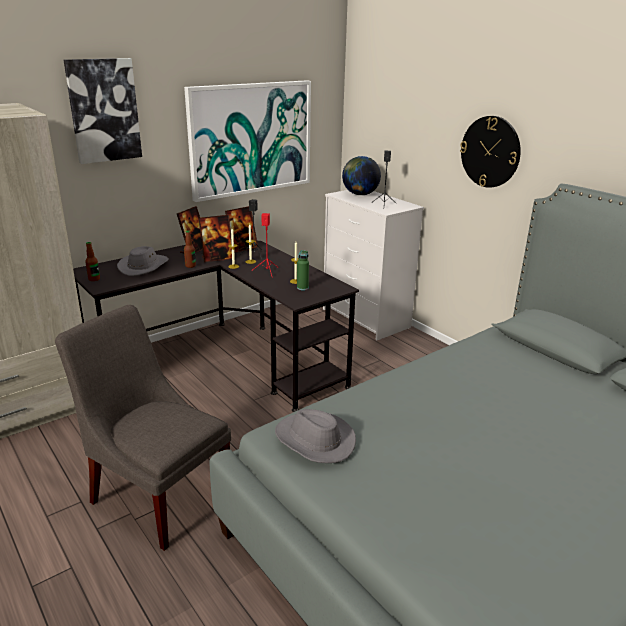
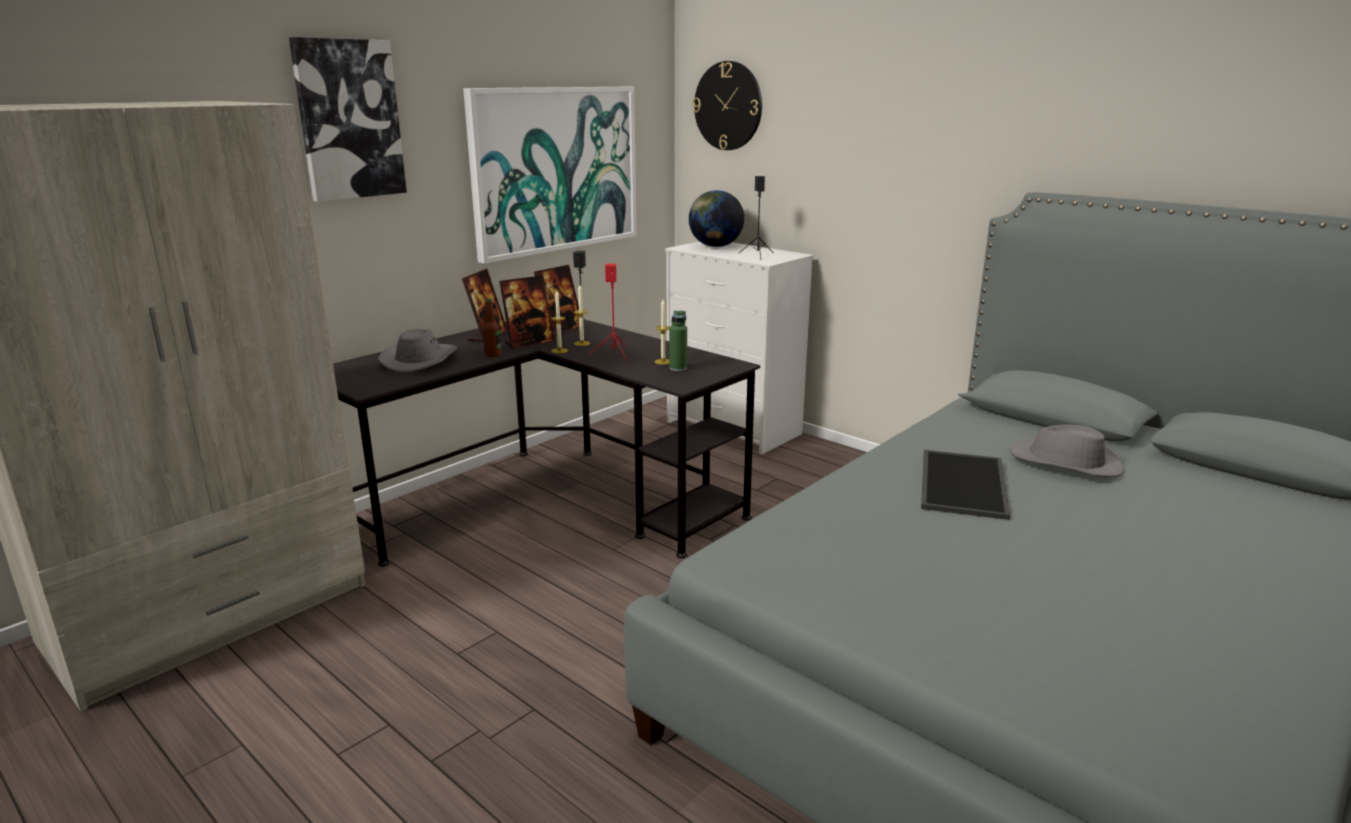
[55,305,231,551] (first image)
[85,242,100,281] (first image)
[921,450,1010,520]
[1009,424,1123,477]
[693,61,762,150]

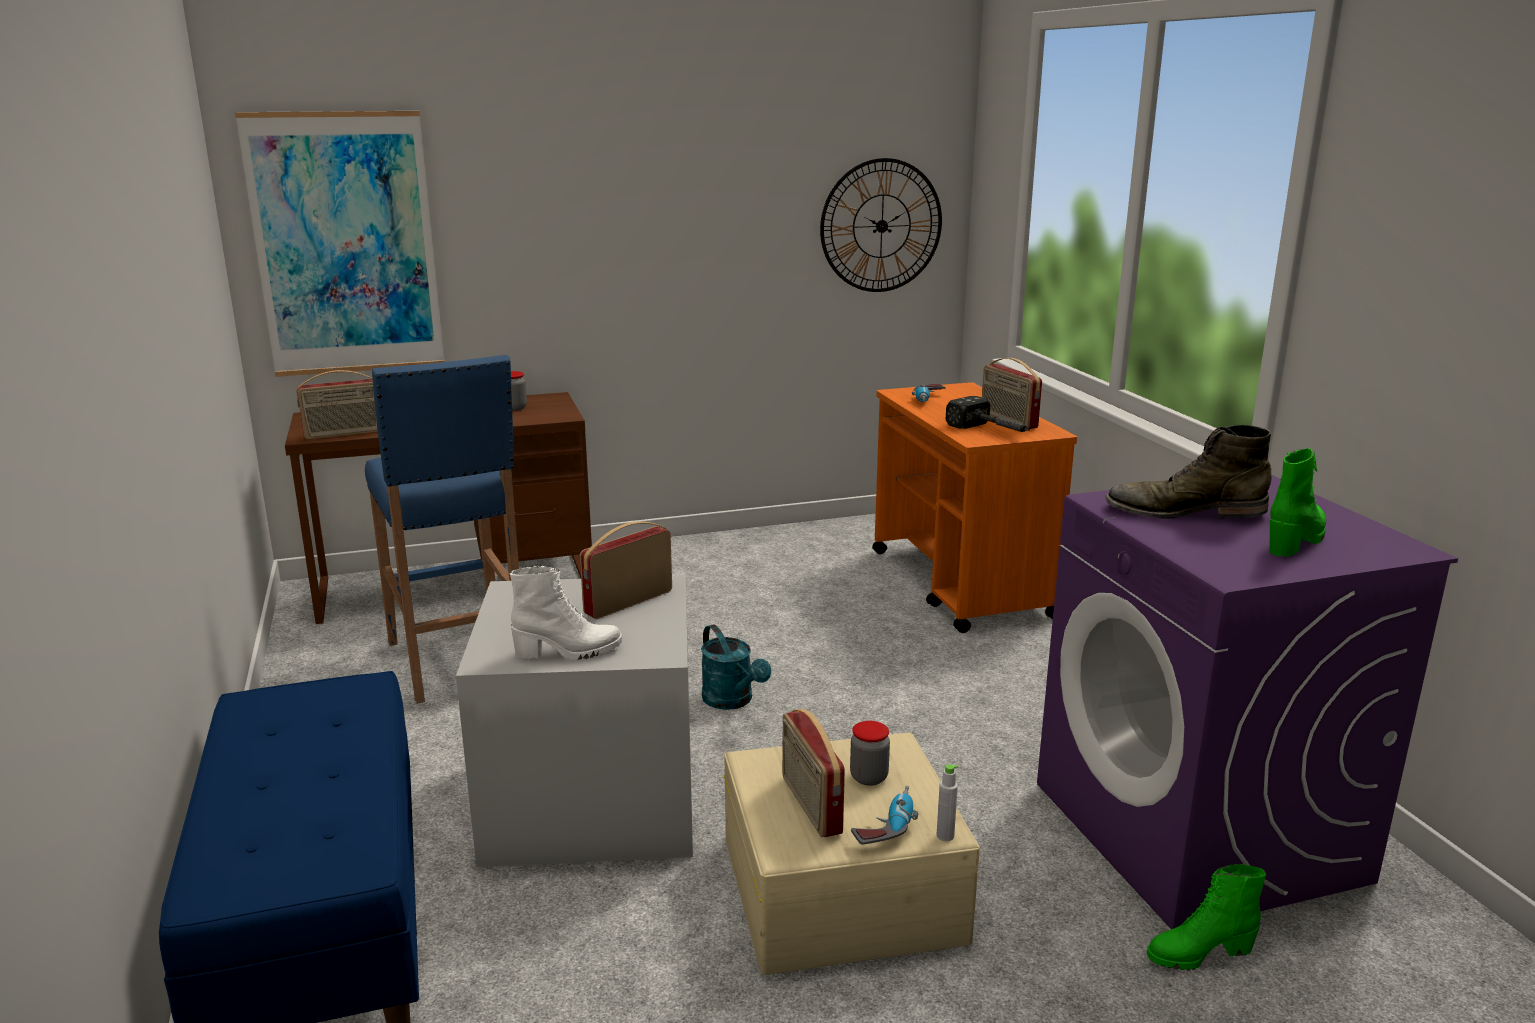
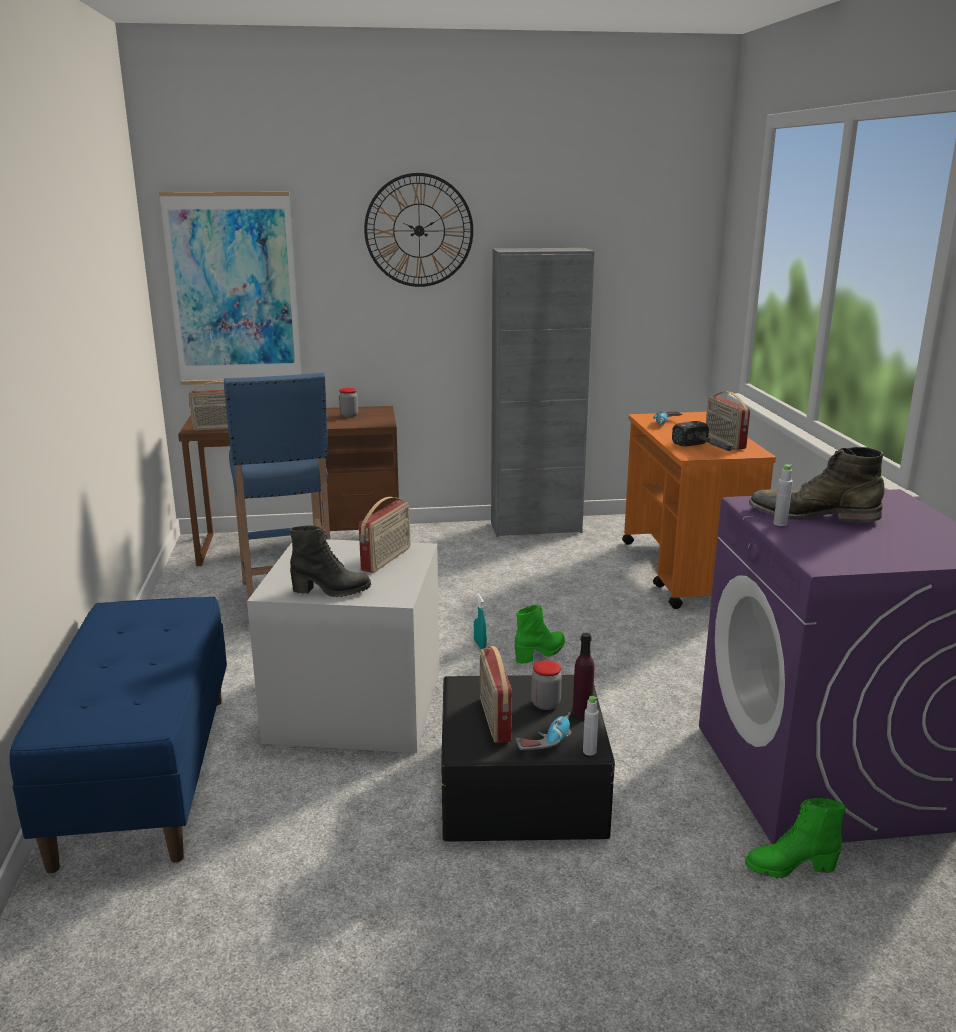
[491,248,594,537]
[573,633,594,718]
[774,464,793,526]
[364,173,473,287]
[514,605,565,664]
[474,593,487,649]
[290,525,371,597]
[441,675,615,841]
[359,497,410,573]

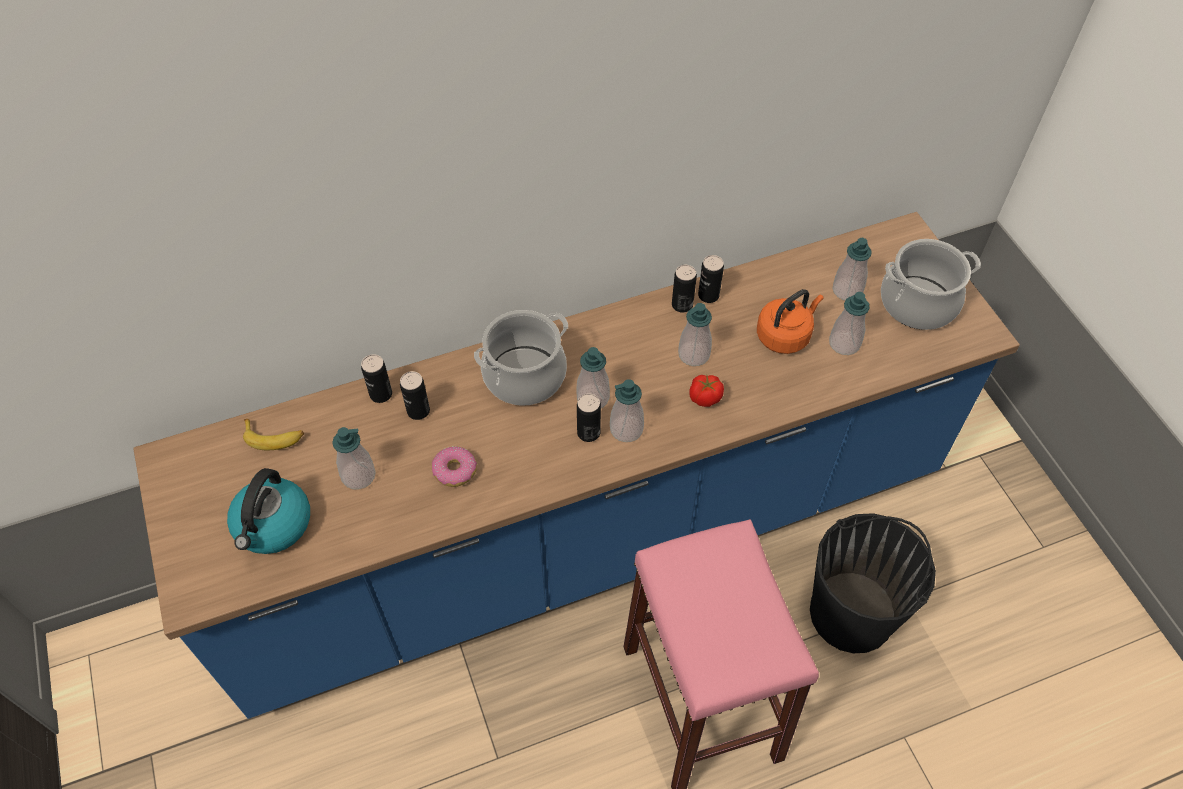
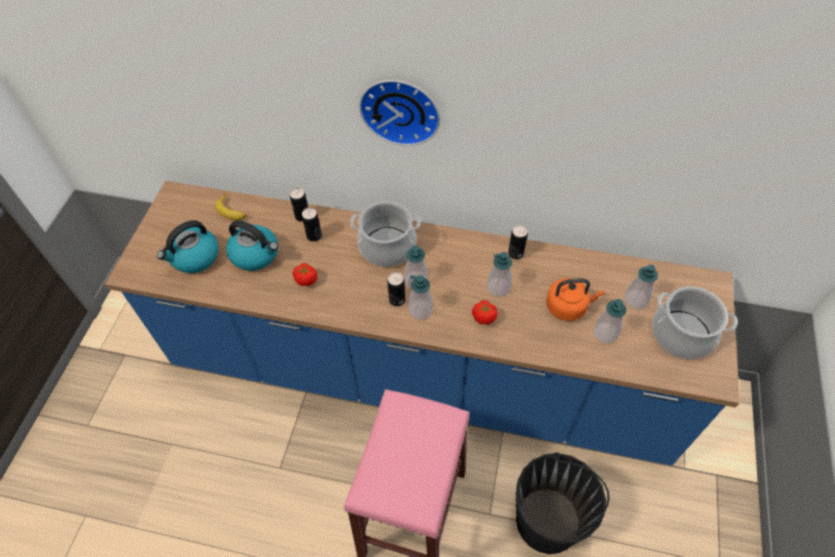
[698,255,724,303] (first image)
[359,80,440,146]
[226,220,278,271]
[293,263,318,286]

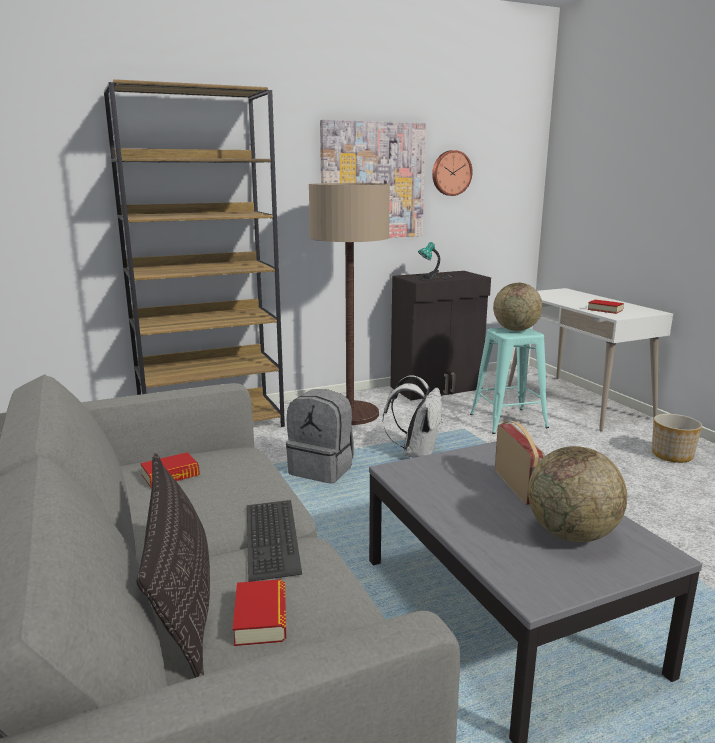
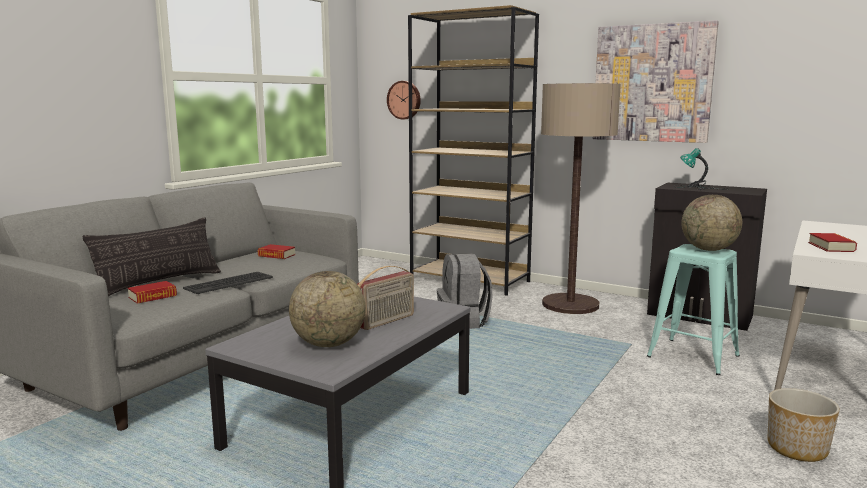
[383,375,442,458] (first image)
[387,81,421,119]

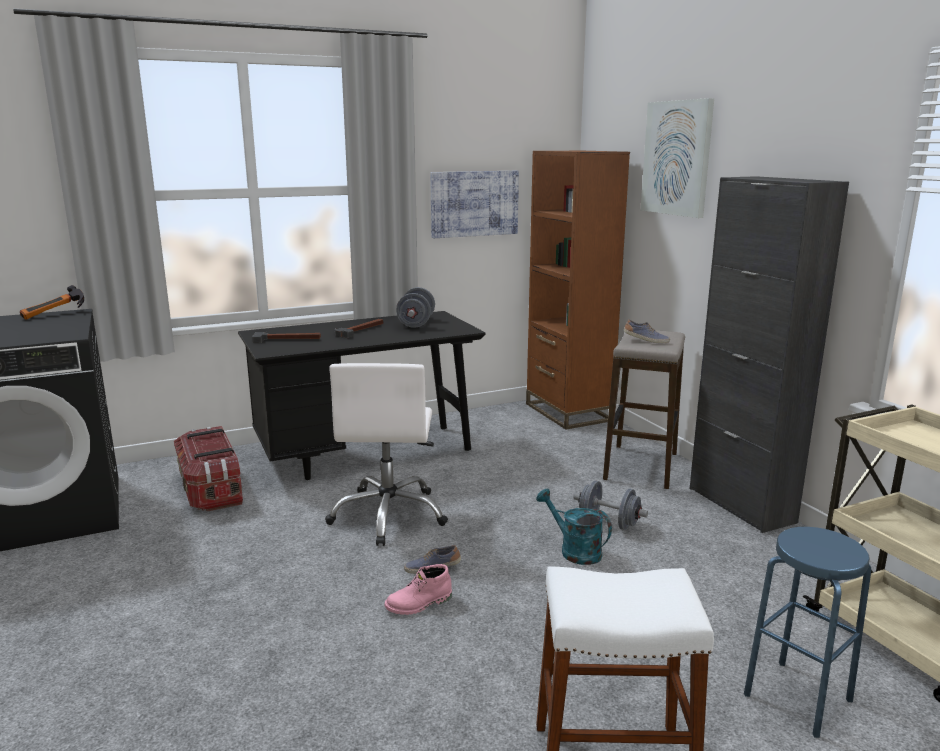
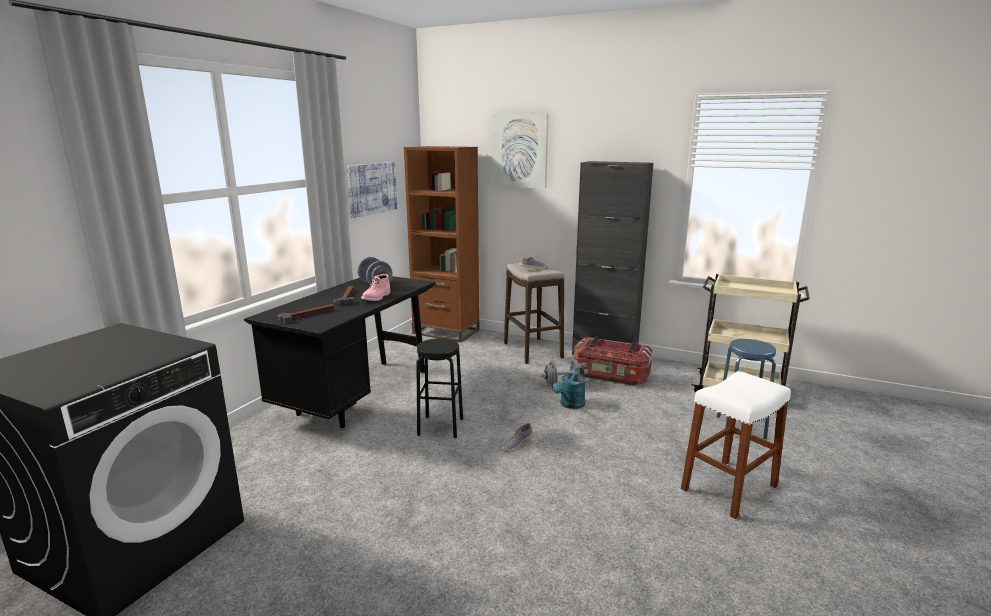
[20,285,84,320] (first image)
[574,337,653,386]
[361,274,391,301]
[416,338,463,438]
[552,367,586,409]

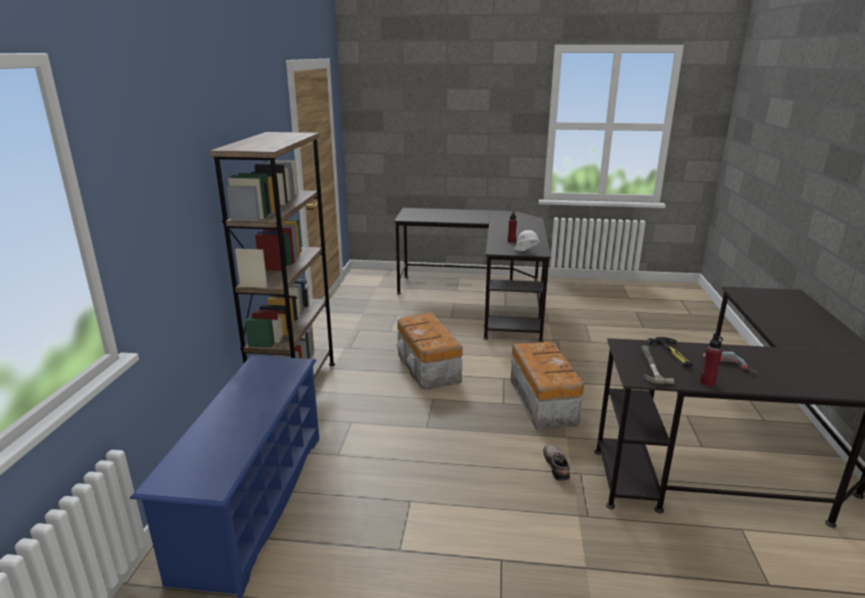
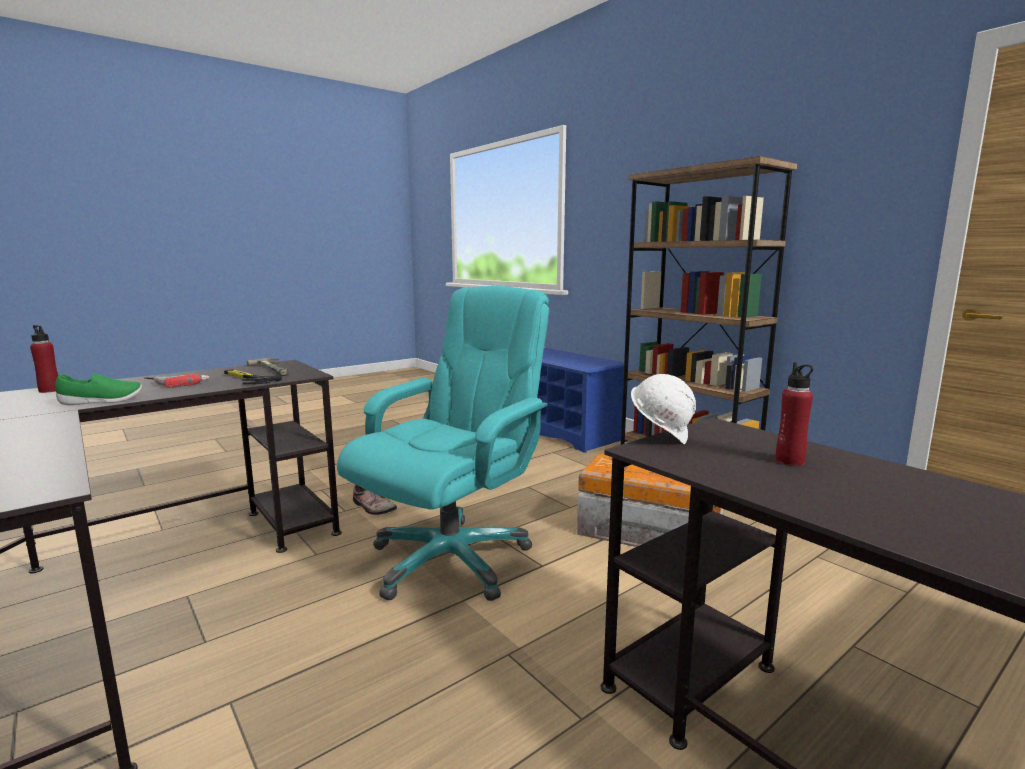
[55,373,142,405]
[30,325,58,393]
[337,286,549,601]

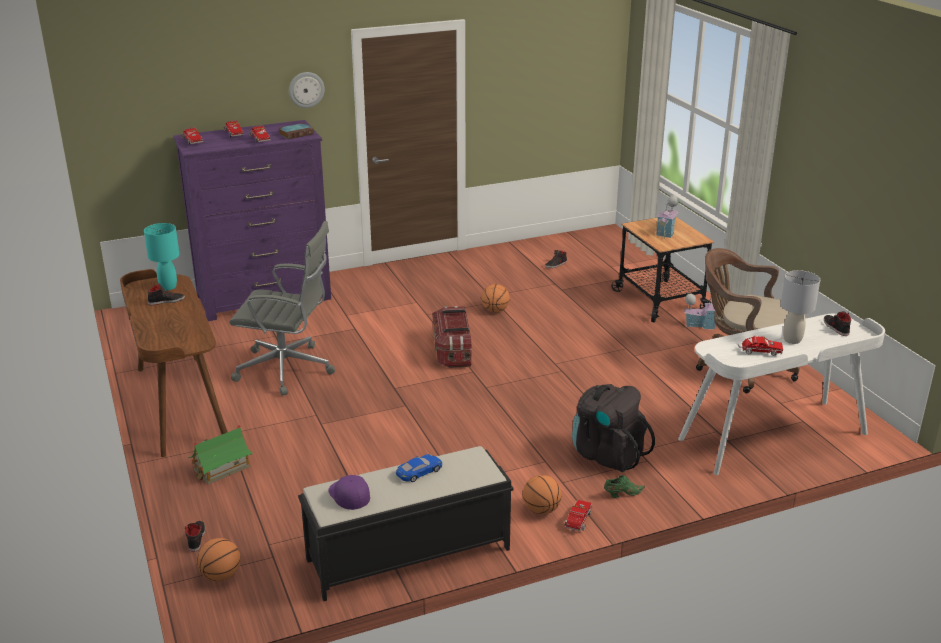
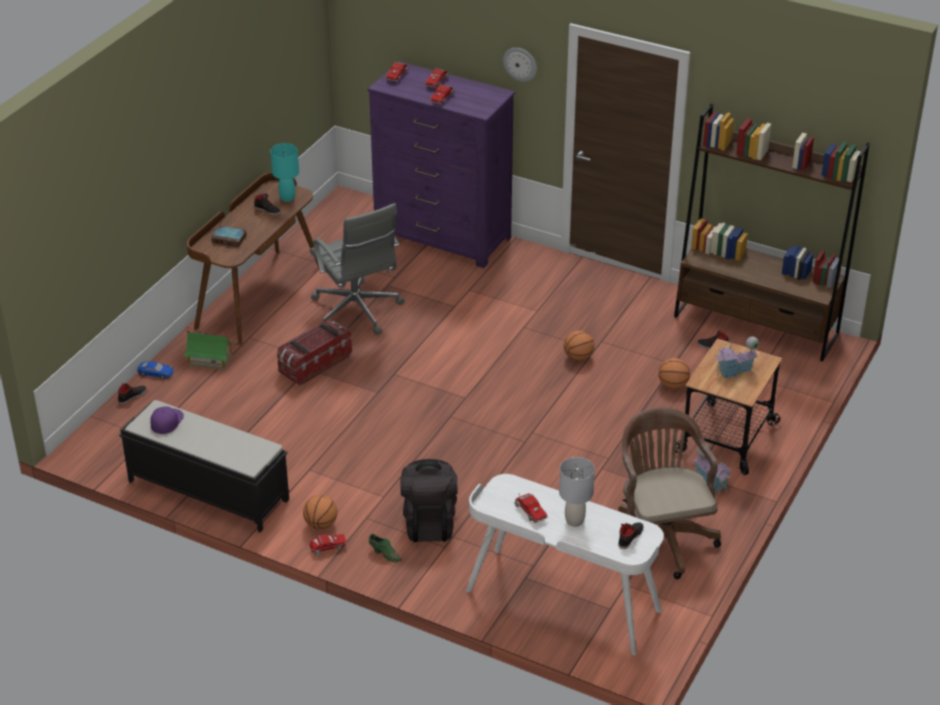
[674,103,870,362]
[658,358,690,389]
[211,226,247,247]
[137,362,174,379]
[277,321,352,386]

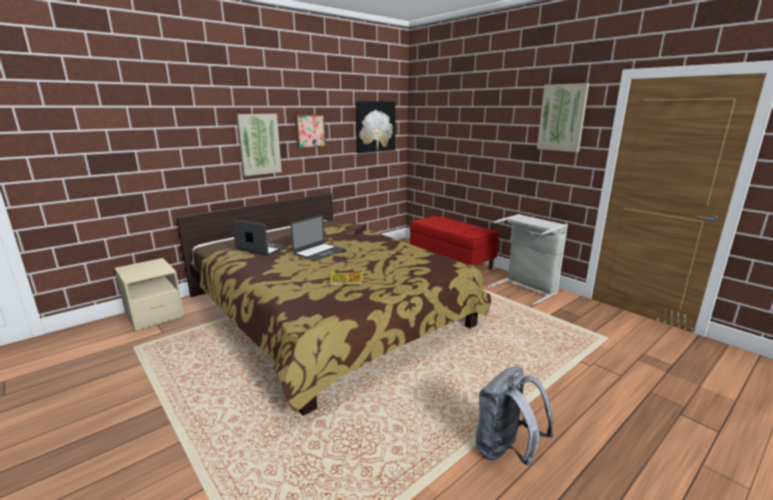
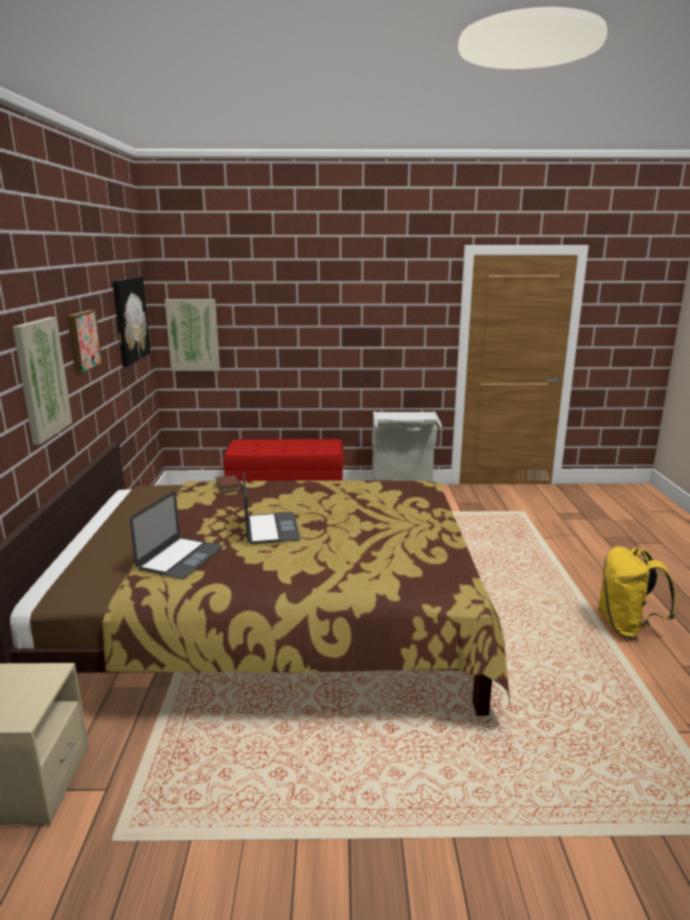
[330,272,363,285] (first image)
[165,299,220,371]
[598,546,676,639]
[130,491,223,579]

